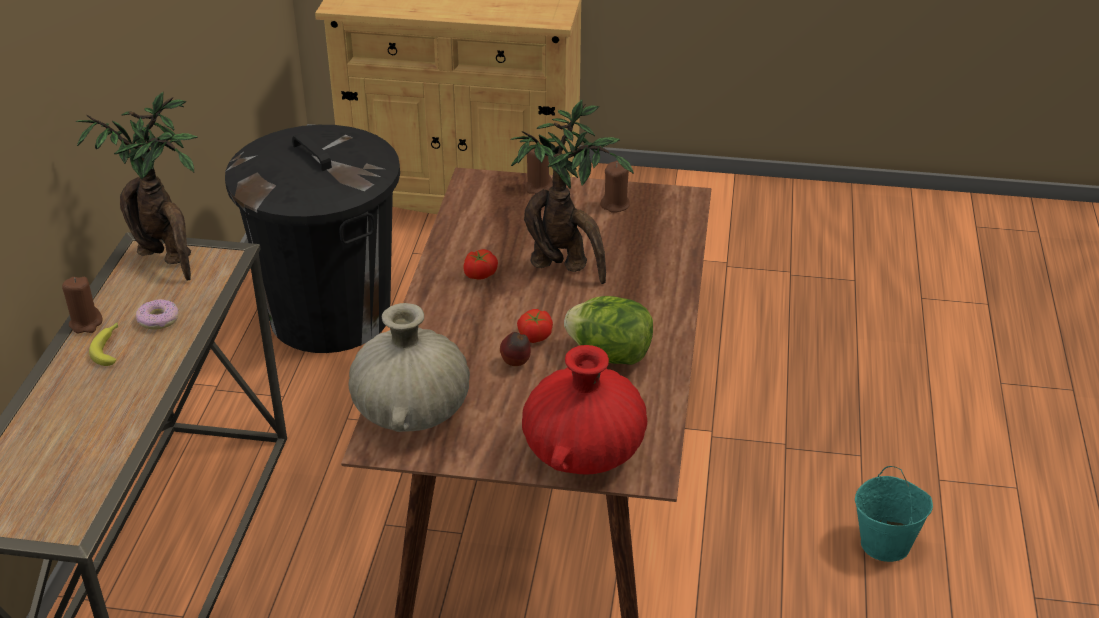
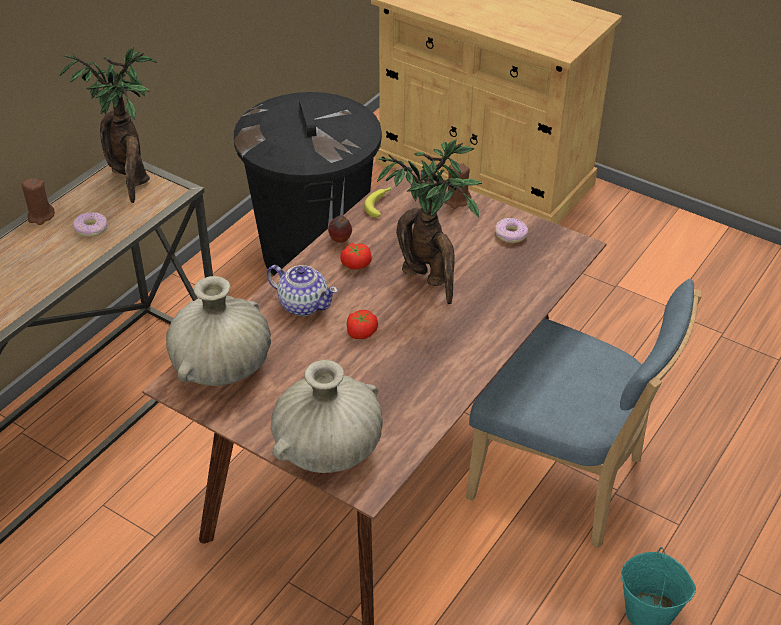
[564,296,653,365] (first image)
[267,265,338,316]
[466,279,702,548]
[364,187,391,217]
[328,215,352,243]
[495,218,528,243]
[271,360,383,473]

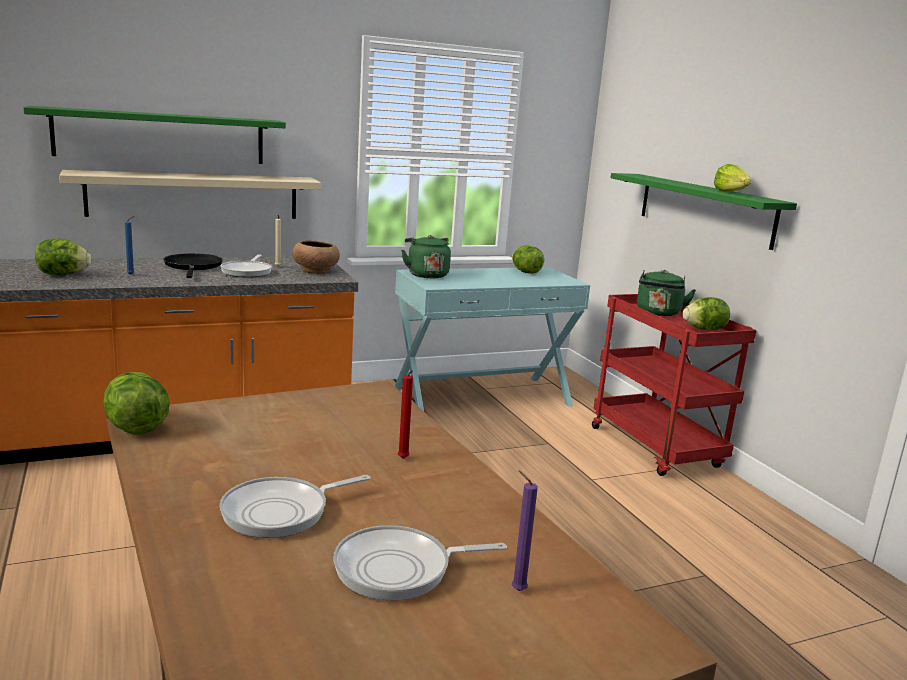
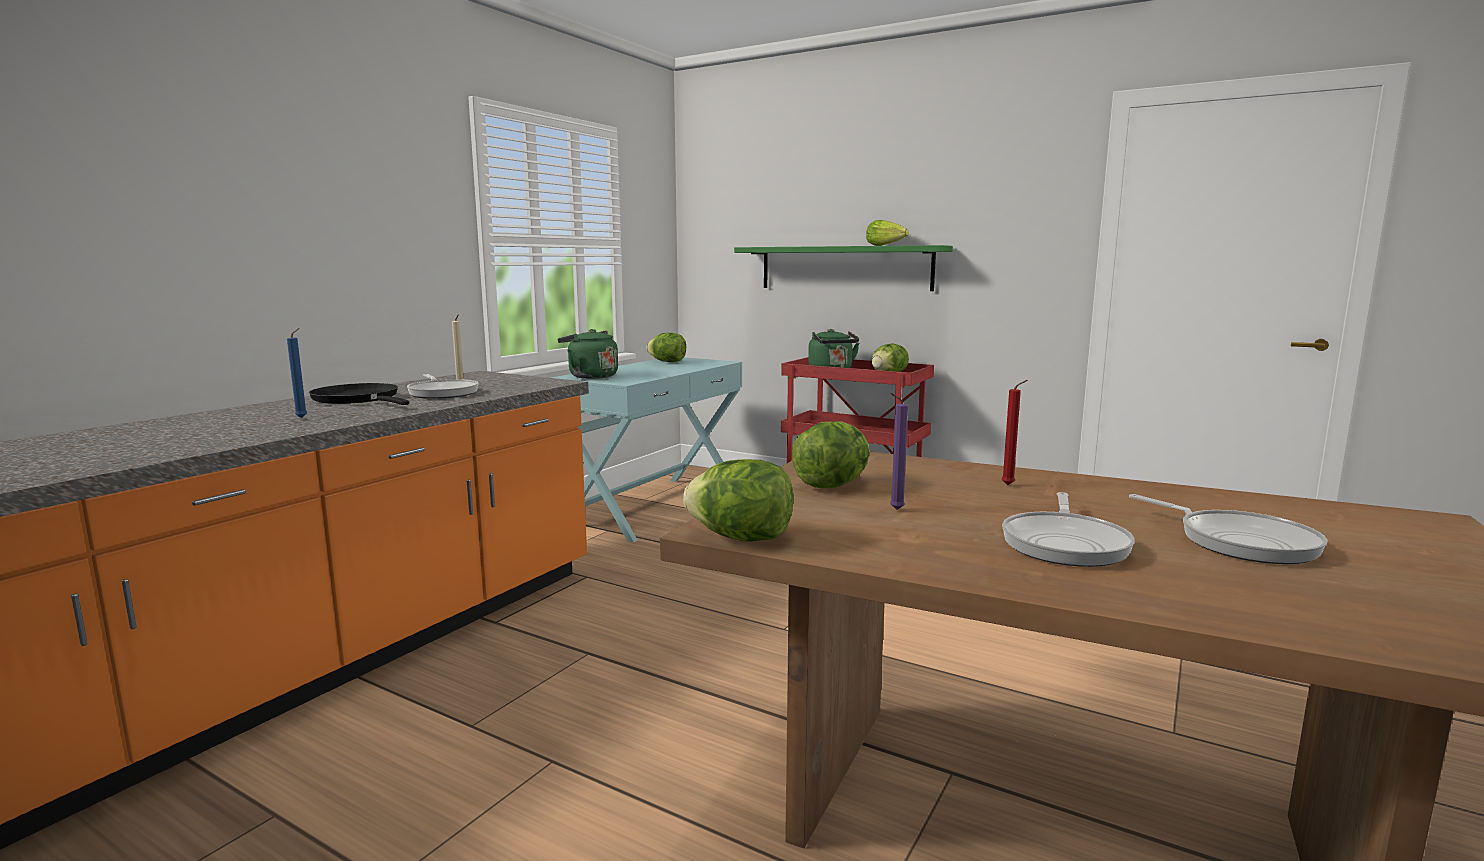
[24,106,286,164] (first image)
[59,170,321,219] (first image)
[292,240,340,274] (first image)
[791,421,870,488]
[890,393,908,510]
[1129,494,1327,564]

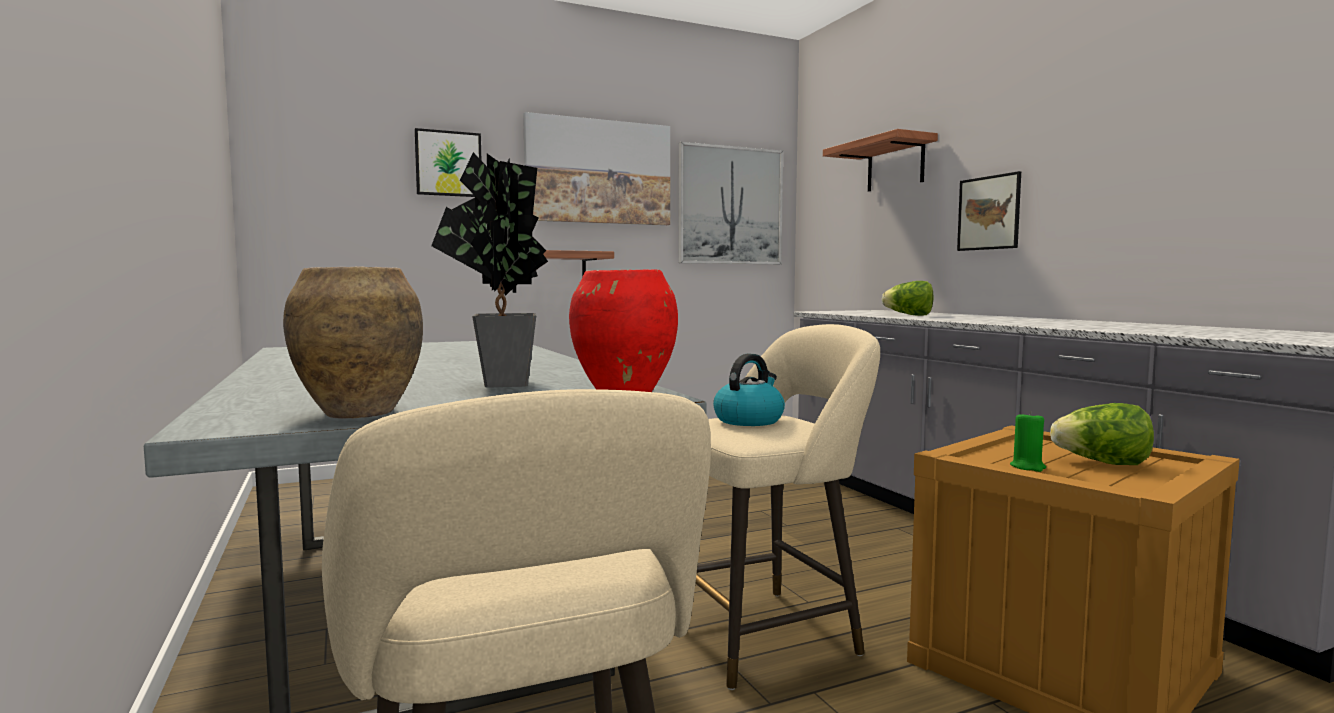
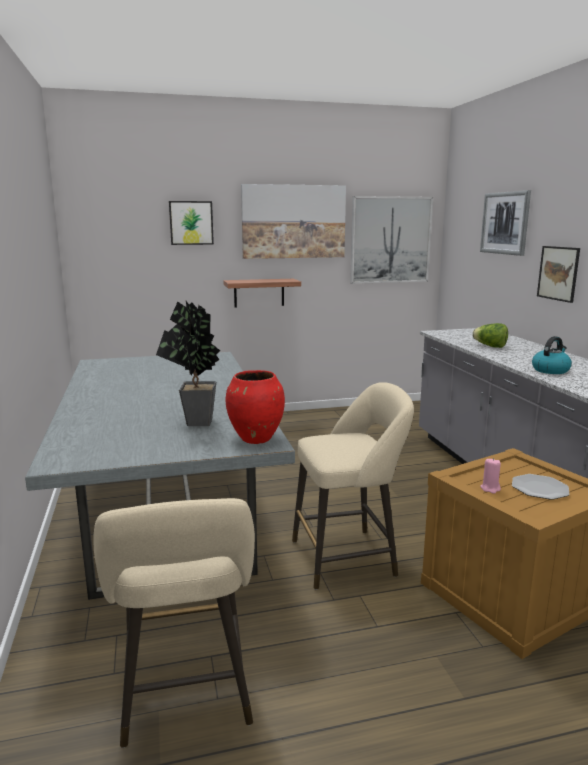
[283,267,423,419] (first image)
[532,336,572,374]
[480,190,531,256]
[512,474,569,500]
[480,458,501,494]

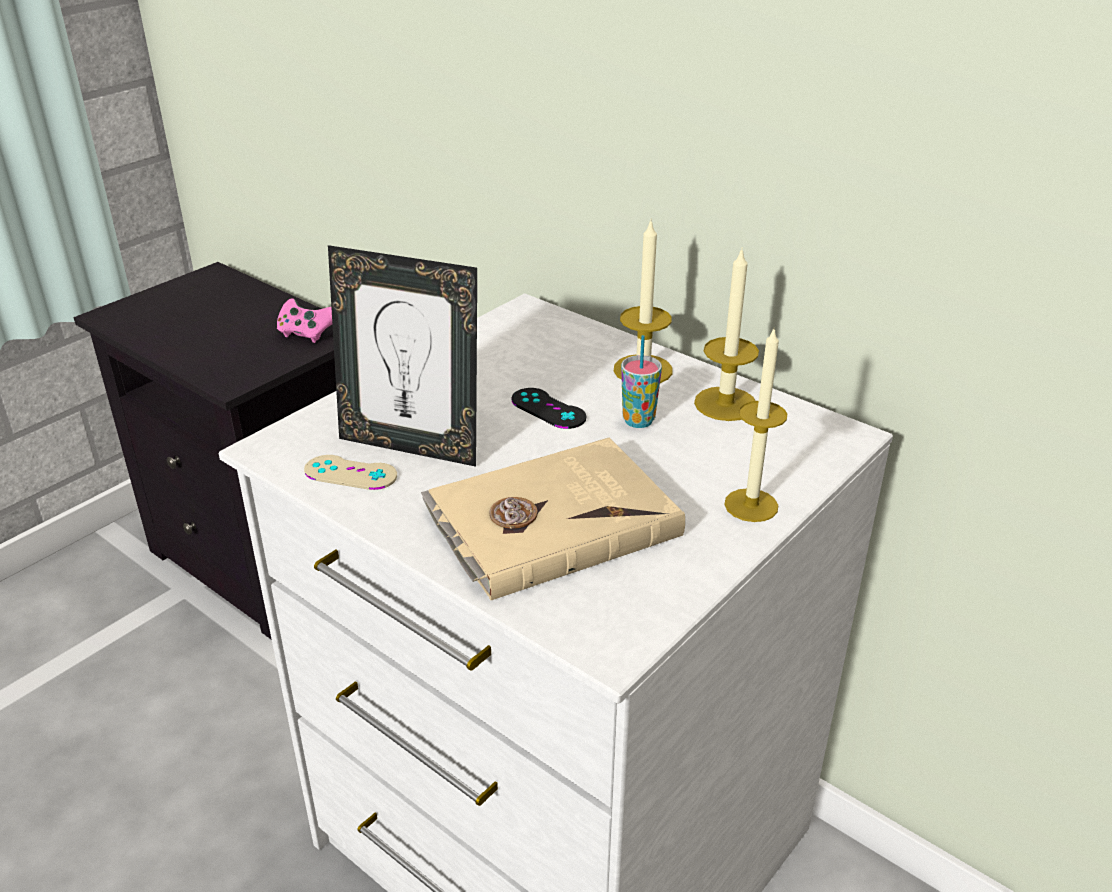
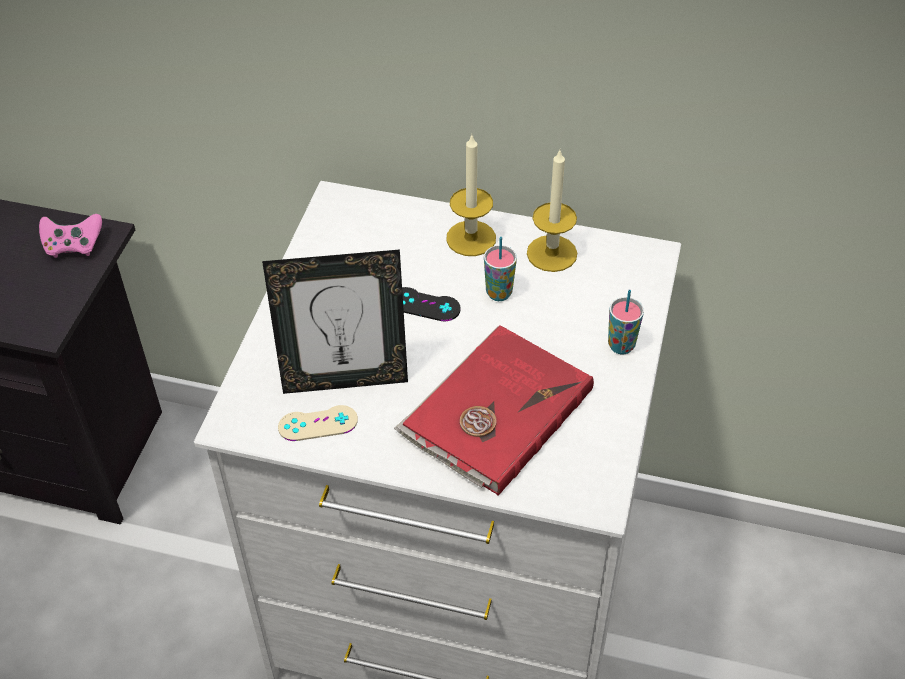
[608,290,644,354]
[394,325,594,496]

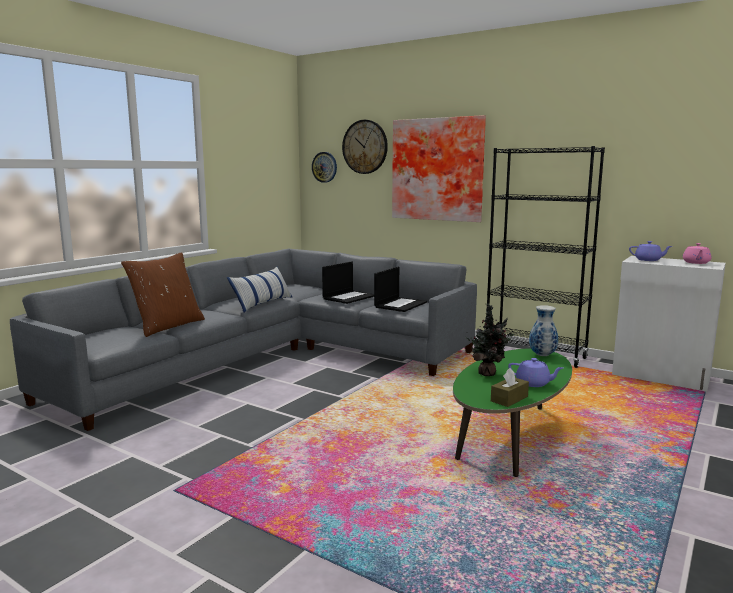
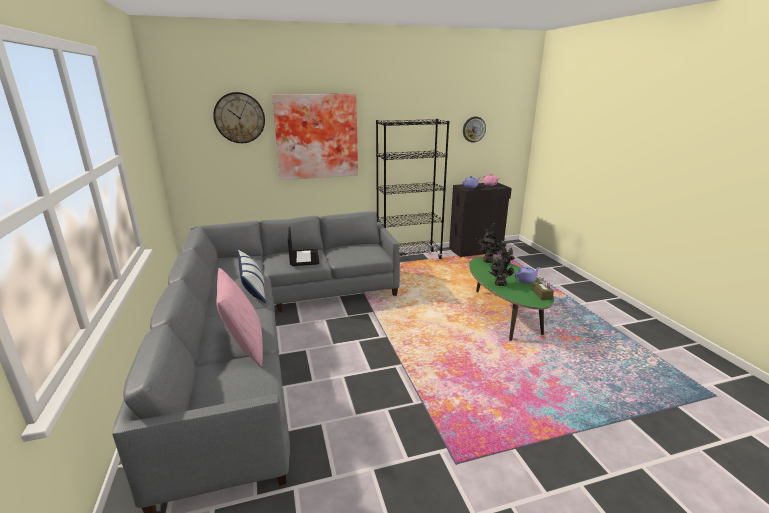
[374,267,427,312] (first image)
[463,117,486,143]
[475,223,502,263]
[216,268,263,367]
[449,183,512,257]

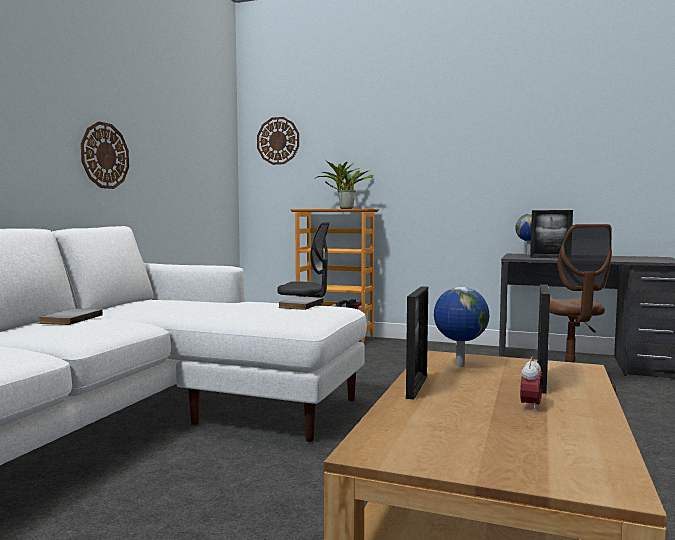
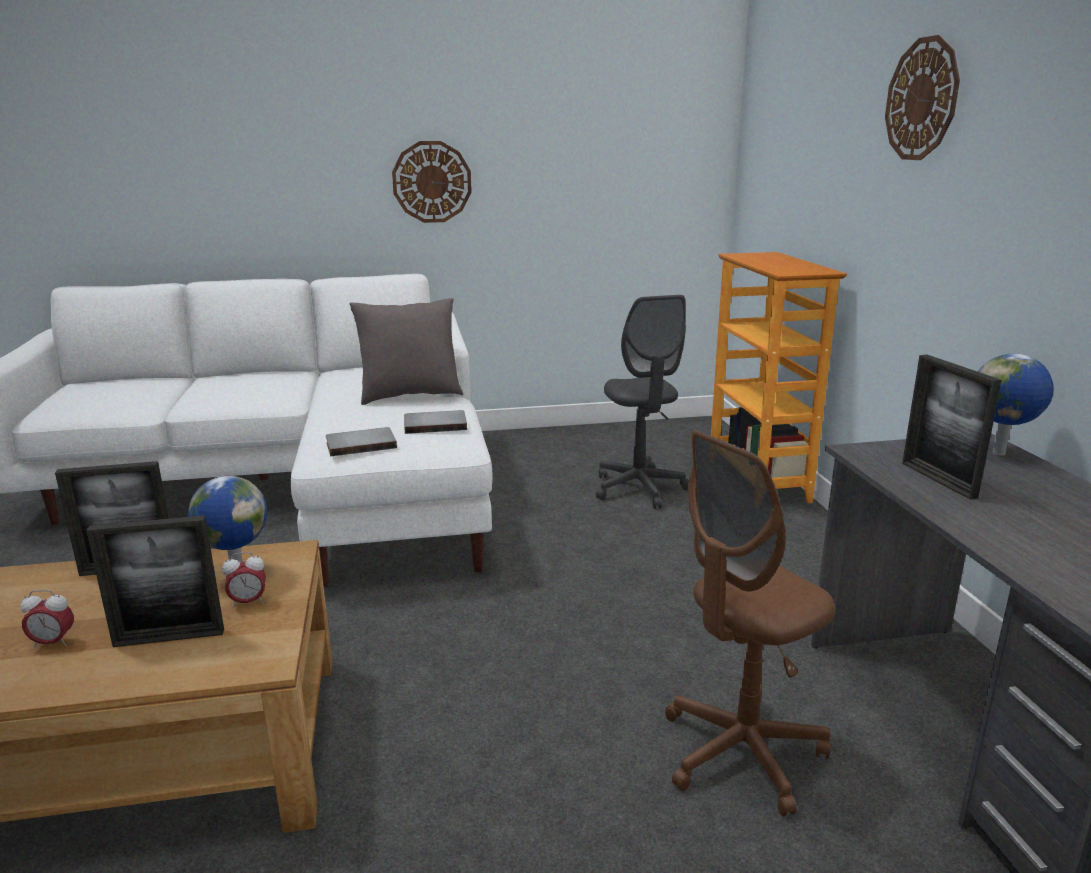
[314,161,373,209] (first image)
[222,552,266,608]
[349,298,463,405]
[326,427,397,456]
[885,35,960,160]

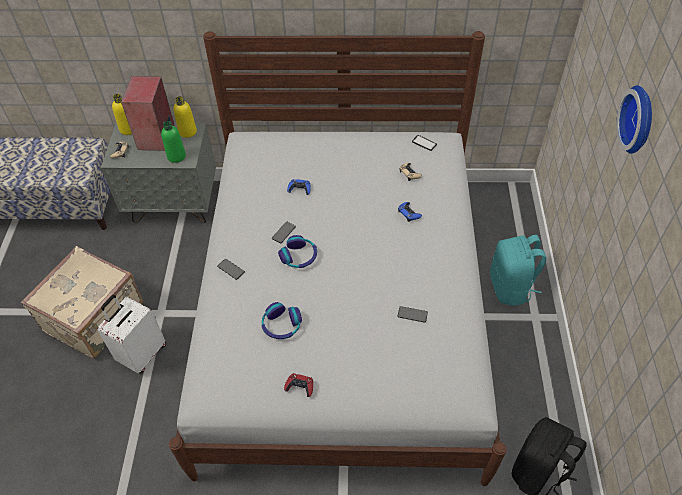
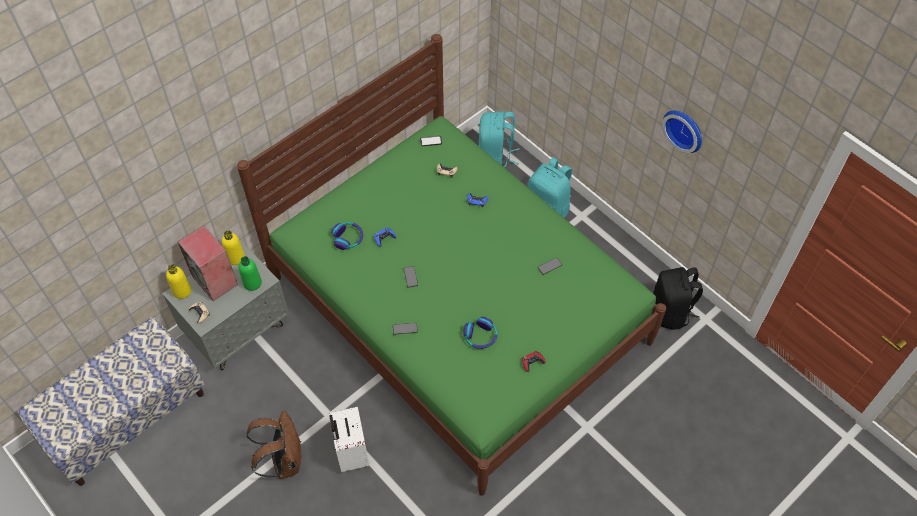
[479,111,520,168]
[331,222,363,250]
[662,110,702,153]
[246,411,301,479]
[237,34,666,496]

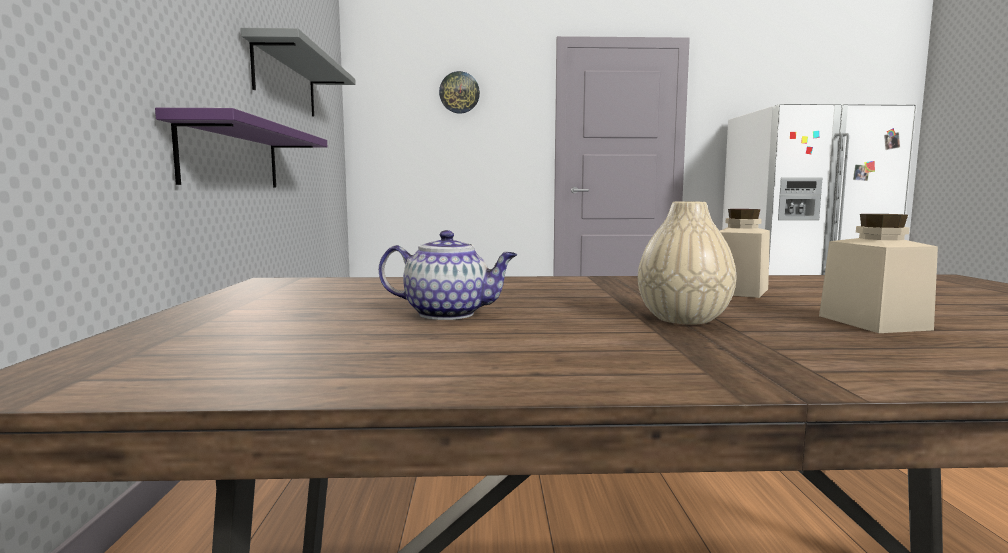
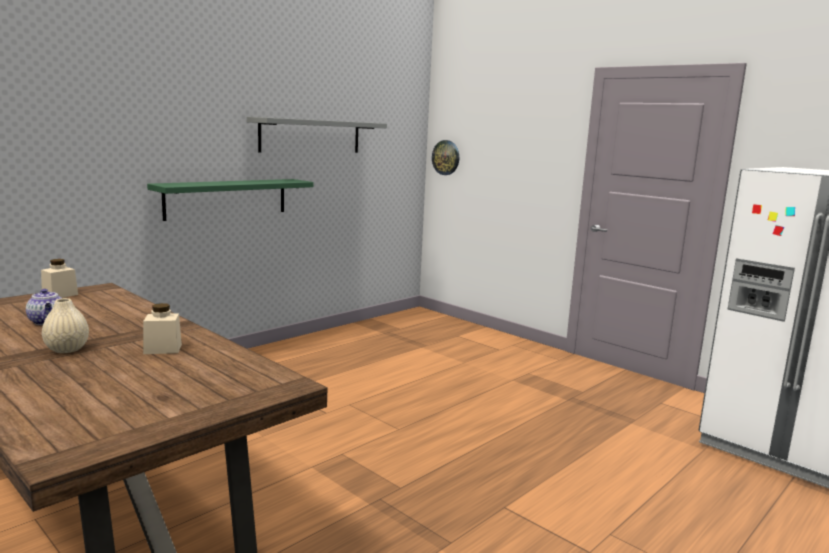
[432,140,459,175]
[41,259,78,298]
[147,179,314,221]

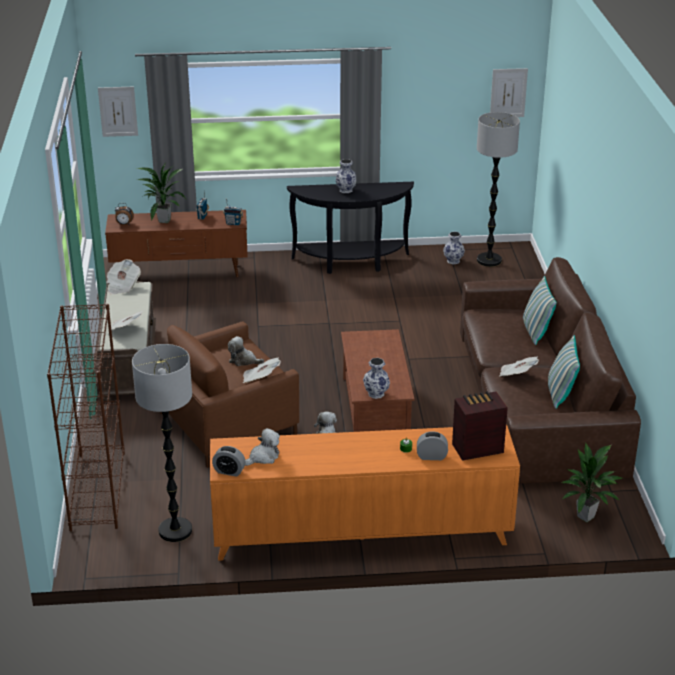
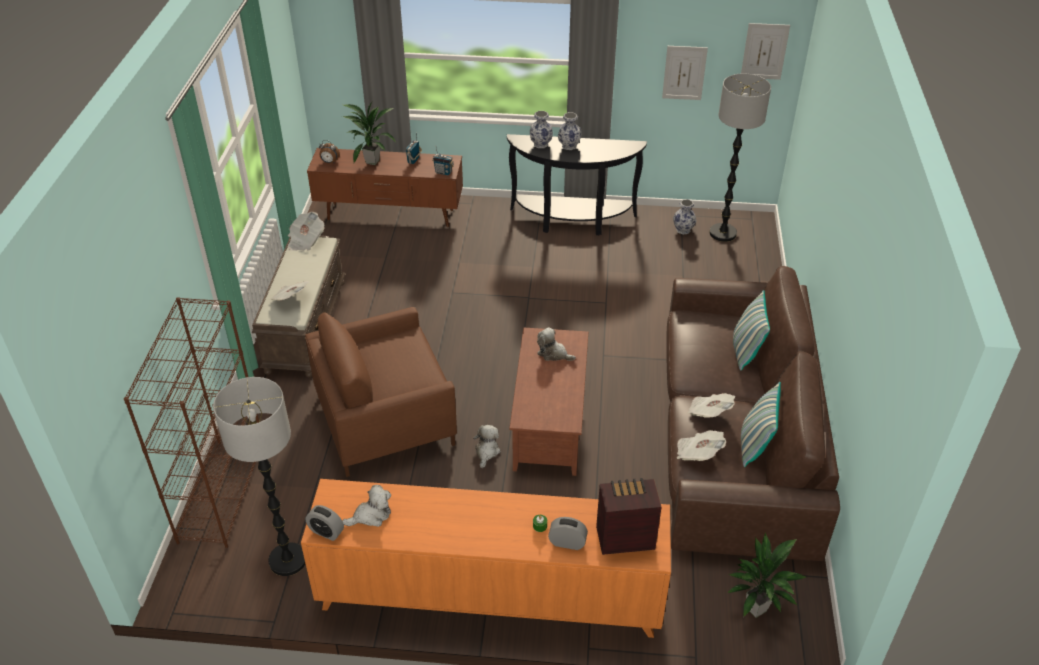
[662,46,708,100]
[537,327,576,361]
[677,430,726,461]
[530,111,553,148]

